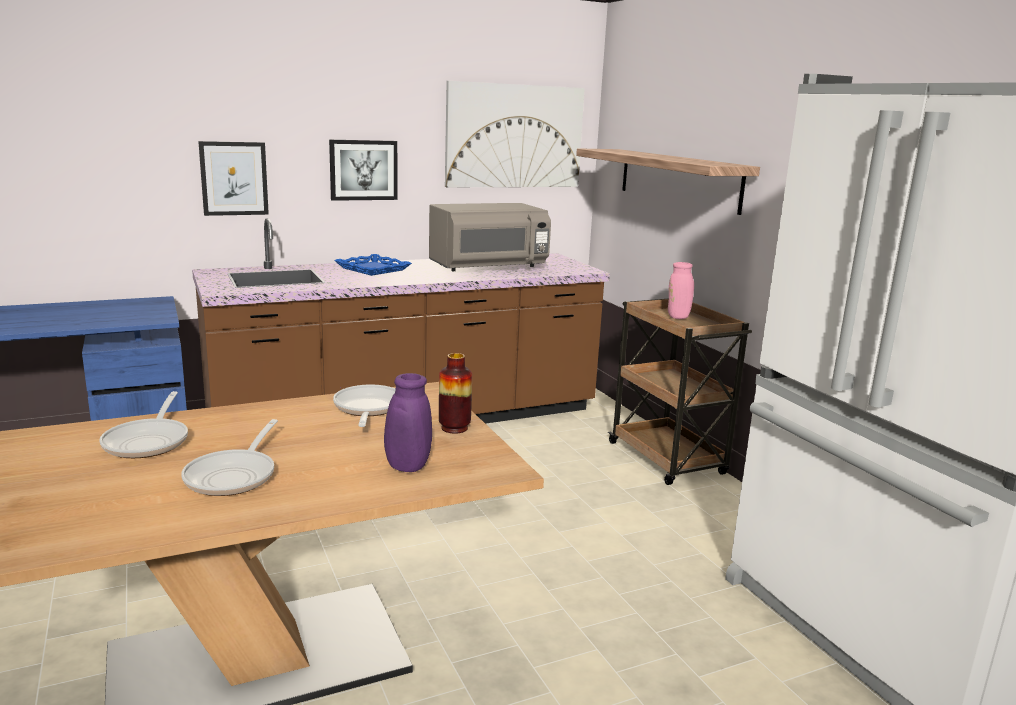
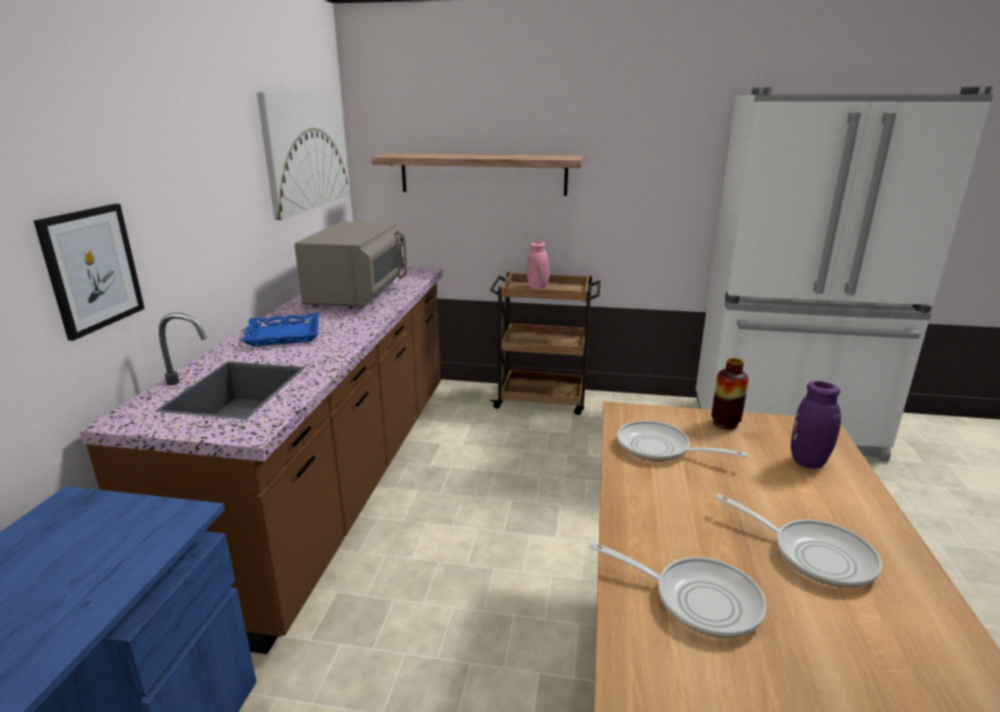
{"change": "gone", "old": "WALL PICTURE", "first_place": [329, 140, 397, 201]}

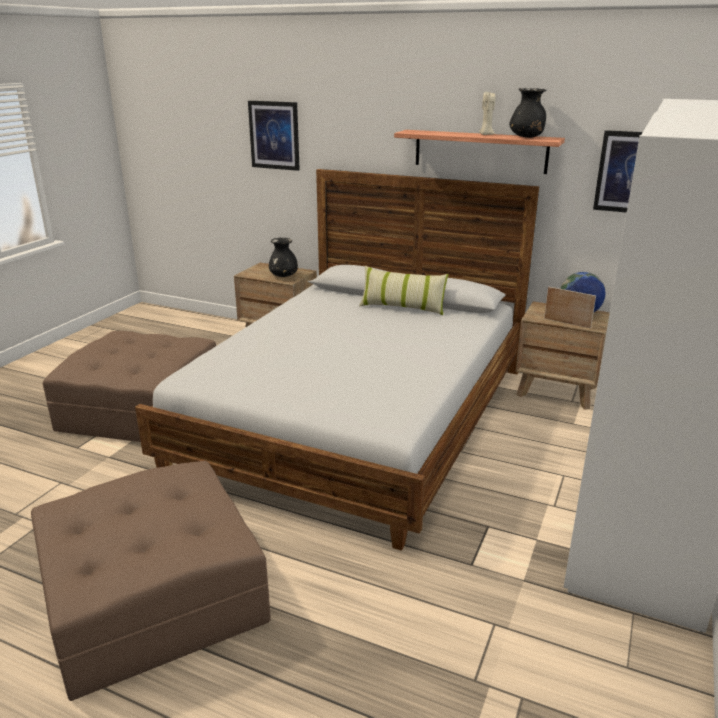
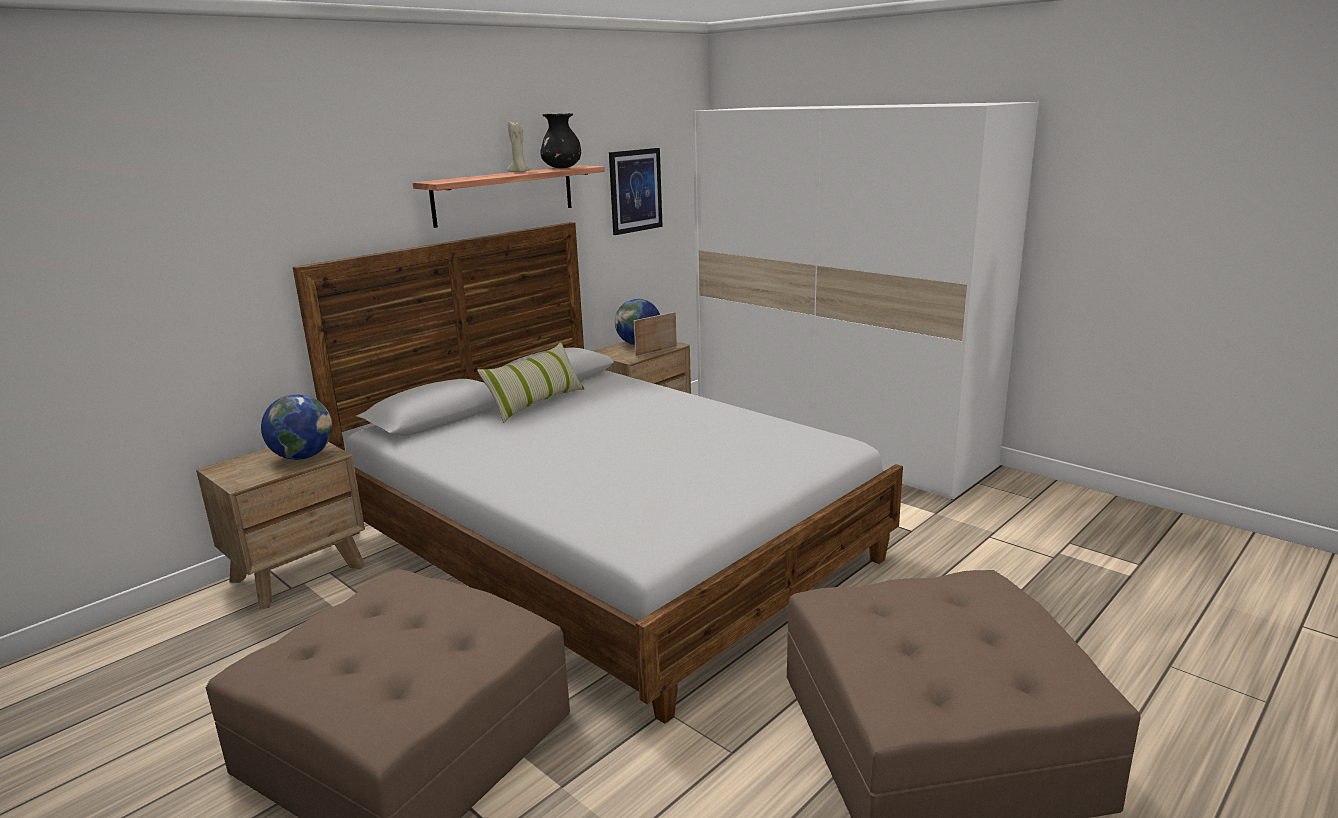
{"change": "swapped", "old": "BLACK-COLOURED VASE", "new": "WORLD GLOBE", "first_place": [269, 238, 298, 277], "second_place": [261, 394, 332, 460]}
{"change": "gone", "old": "WALL PICTURE", "first_place": [248, 101, 300, 171]}

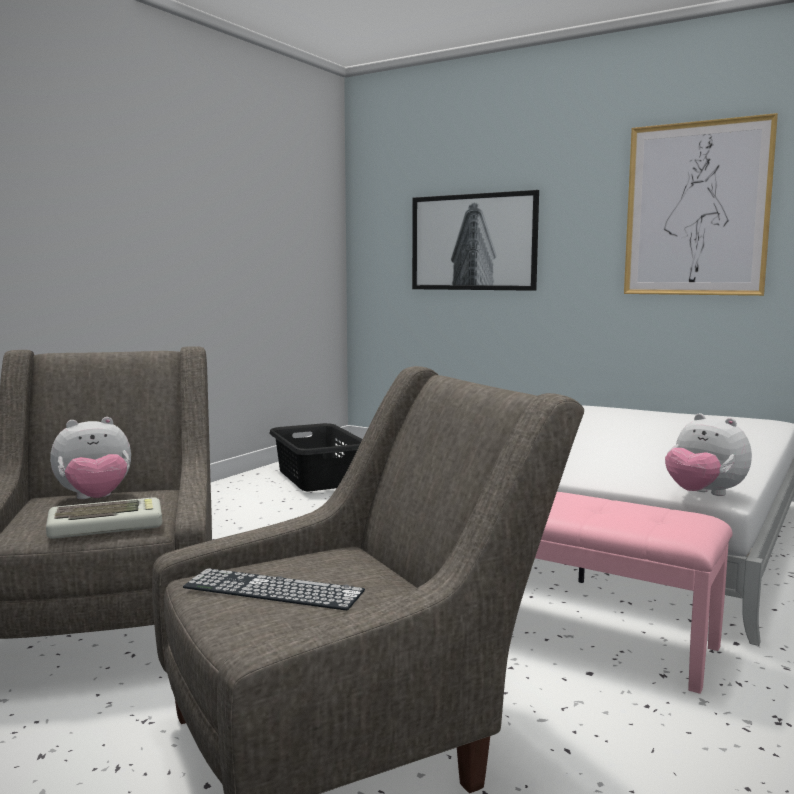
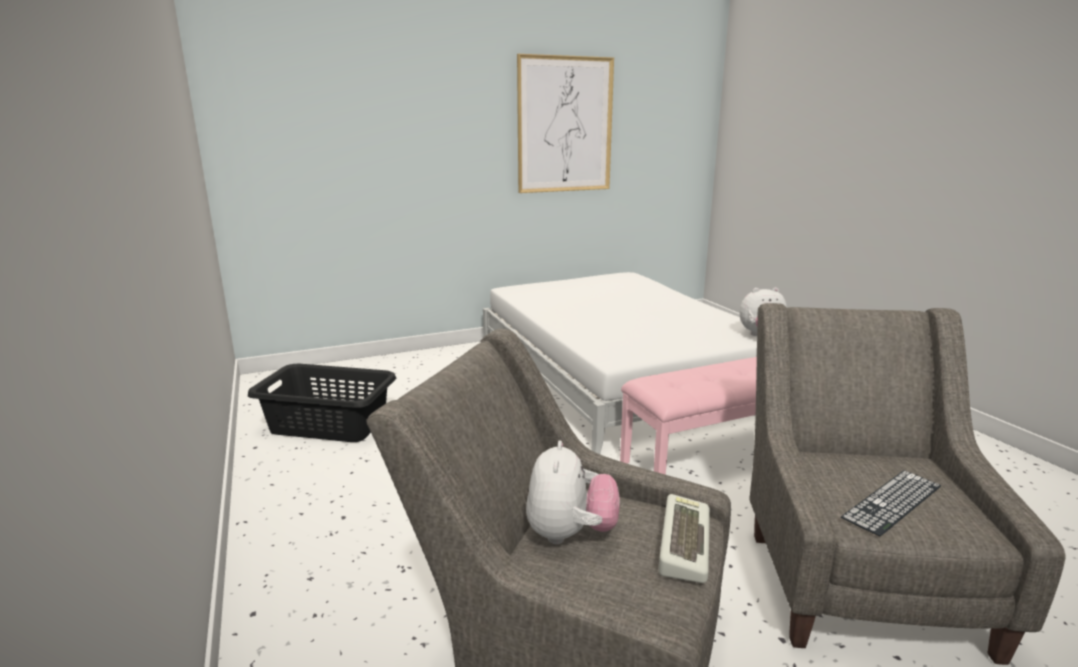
{"change": "gone", "old": "WALL PICTURE", "first_place": [412, 190, 539, 291]}

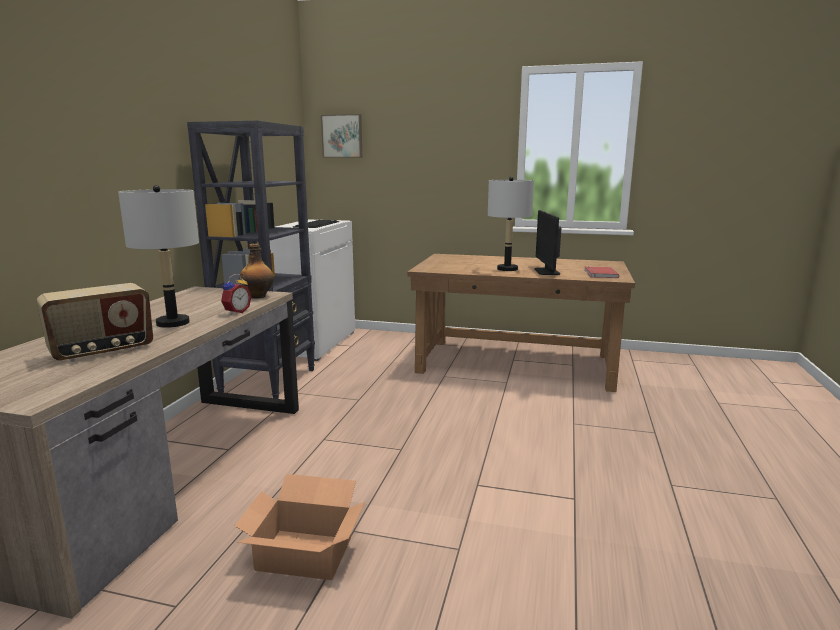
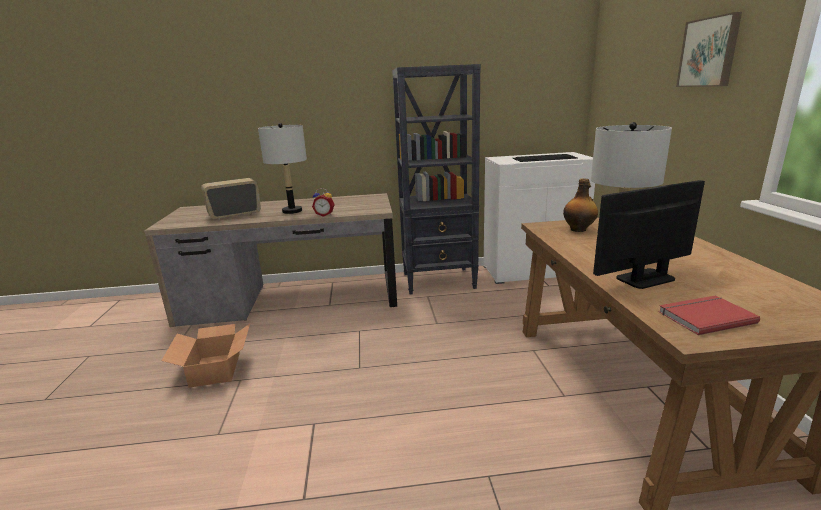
{"change": "rotated", "old": "RADIO SET", "first_place": [36, 283, 153, 362], "second_place": [201, 178, 261, 220], "degrees": 120}
{"change": "shifted", "old": "DRINK BOTTLE", "first_place": [239, 243, 274, 299], "second_place": [563, 178, 598, 232]}
{"change": "shifted", "old": "WALL PICTURE", "first_place": [321, 114, 362, 158], "second_place": [676, 12, 742, 87]}

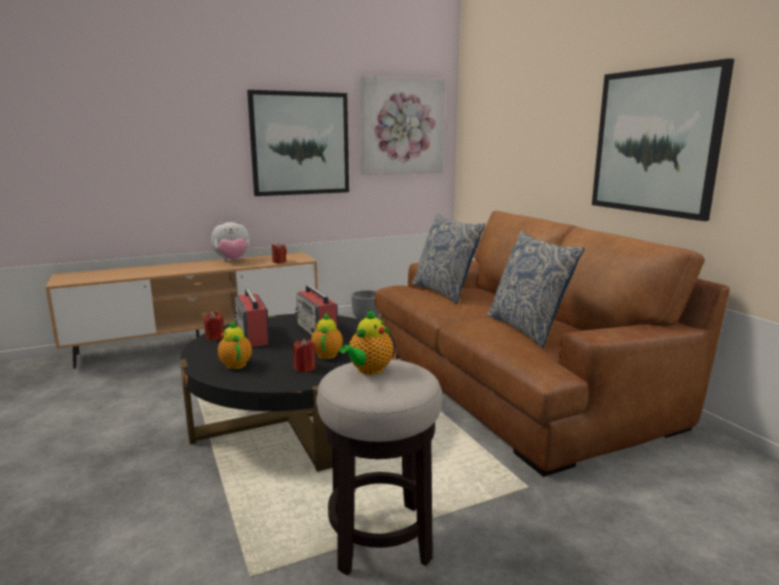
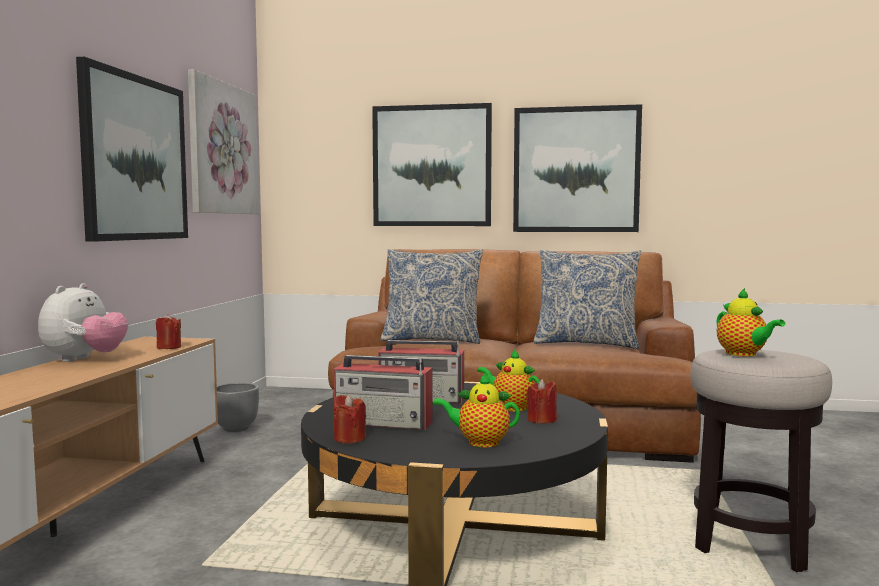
{"change": "new", "new": "WALL PICTURE", "second_place": [372, 103, 492, 226]}

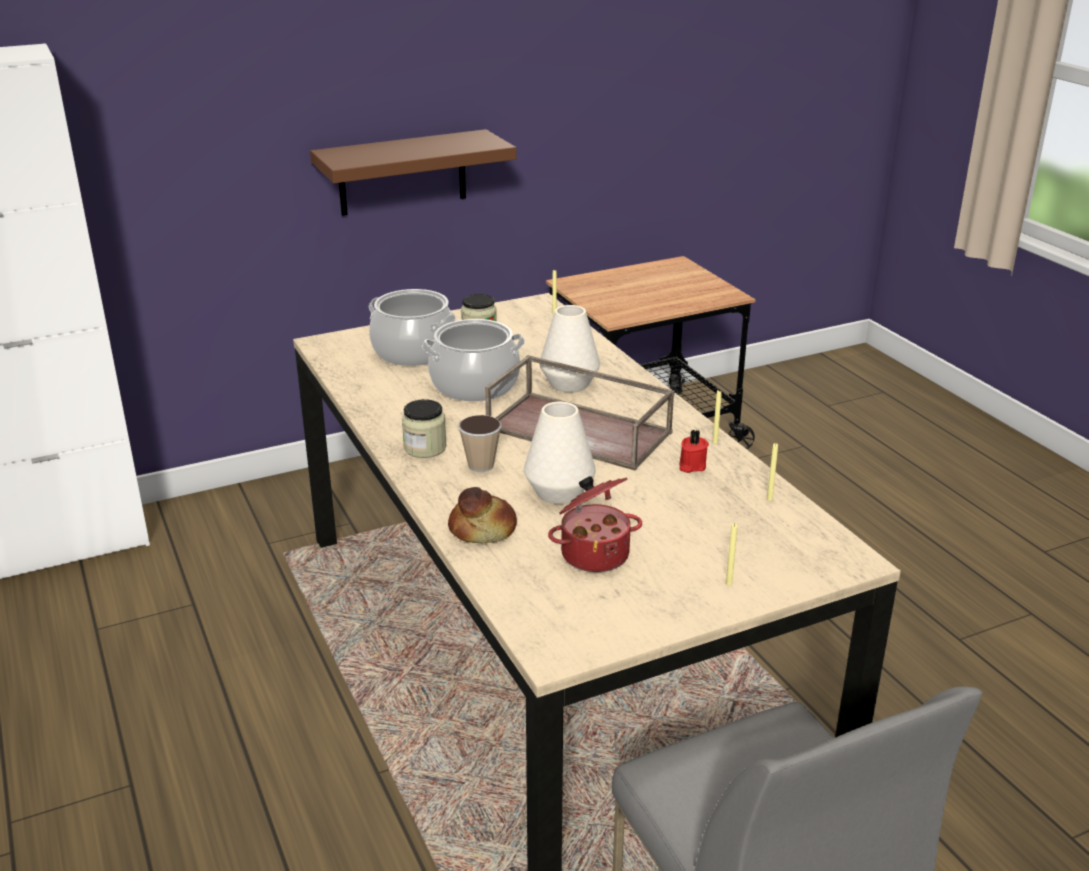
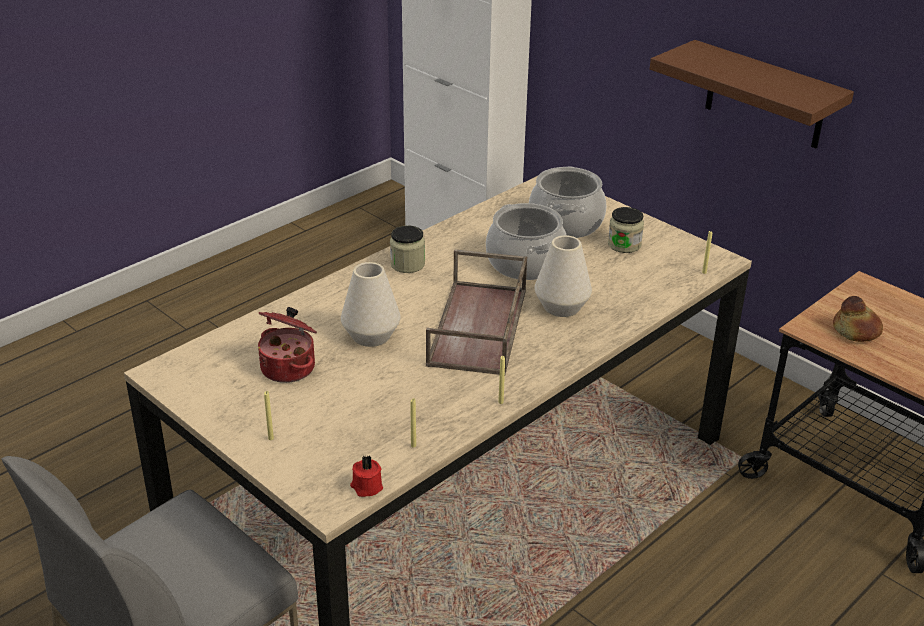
{"change": "shifted", "old": "RED-COLOURED WAX LIGHT", "first_place": [680, 430, 709, 473], "second_place": [350, 455, 383, 497]}
{"change": "shifted", "old": "BAKED BREAD", "first_place": [448, 487, 517, 543], "second_place": [833, 296, 883, 342]}
{"change": "gone", "old": "CUP", "first_place": [458, 415, 502, 472]}

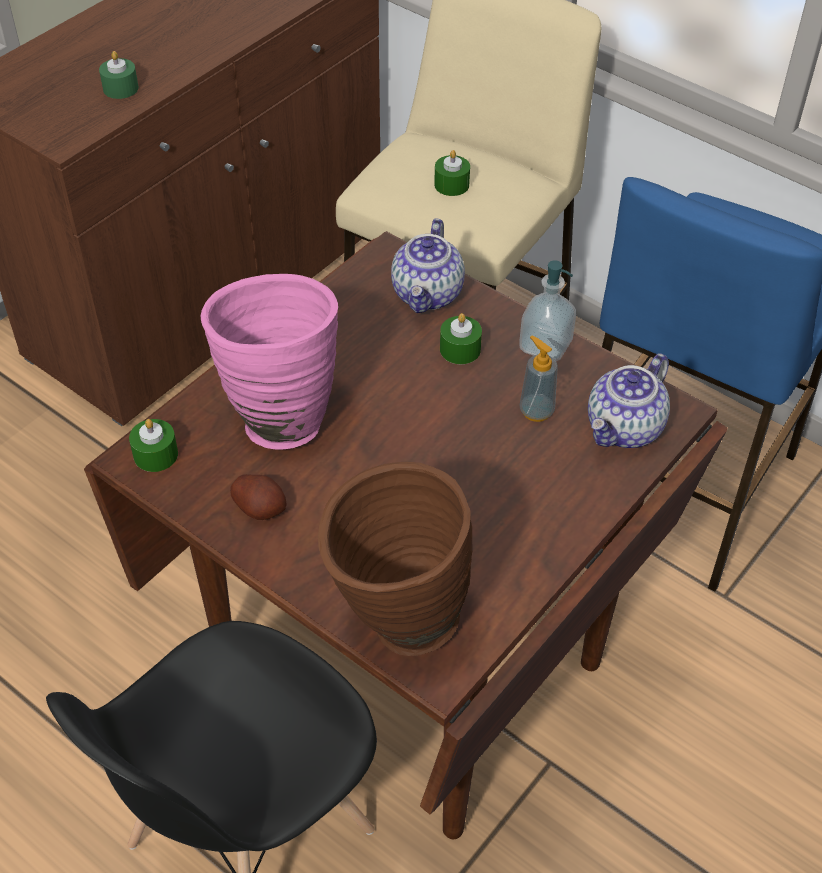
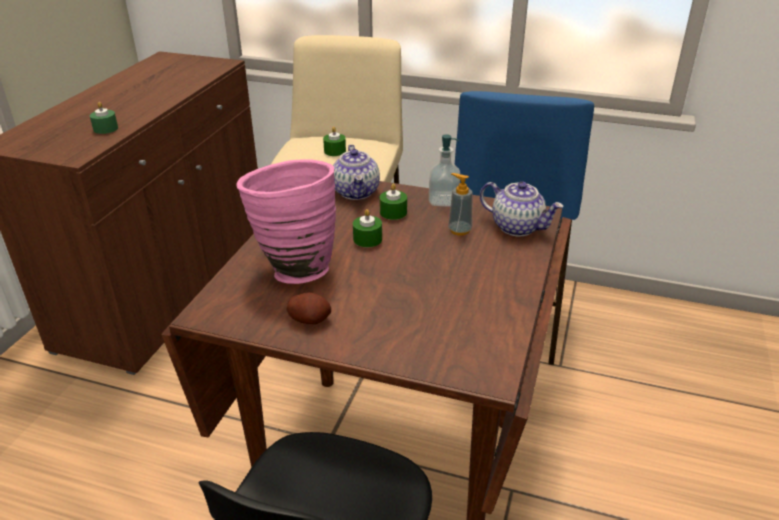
{"change": "shifted", "old": "GREEN-COLOURED WAX LIGHT", "first_place": [129, 419, 178, 472], "second_place": [353, 209, 382, 247]}
{"change": "rotated", "old": "TEAPOT", "first_place": [588, 353, 670, 448], "second_place": [480, 182, 564, 236], "degrees": -75}
{"change": "gone", "old": "BROWN-COLOURED VASE", "first_place": [318, 462, 473, 656]}

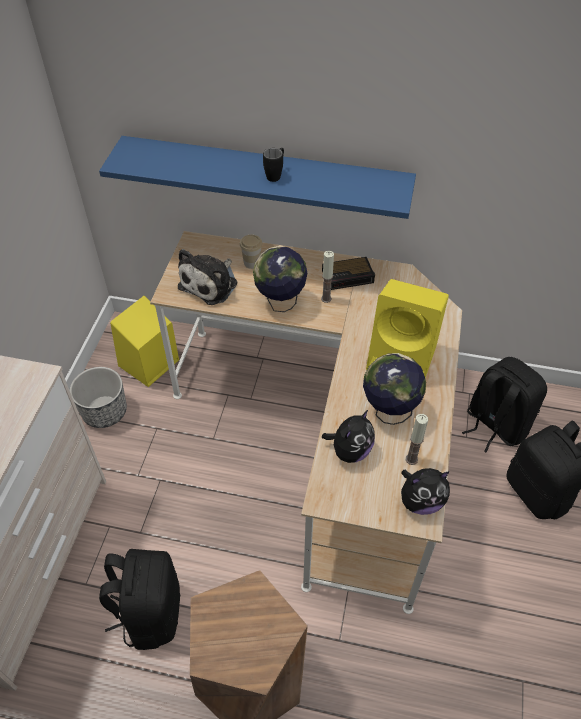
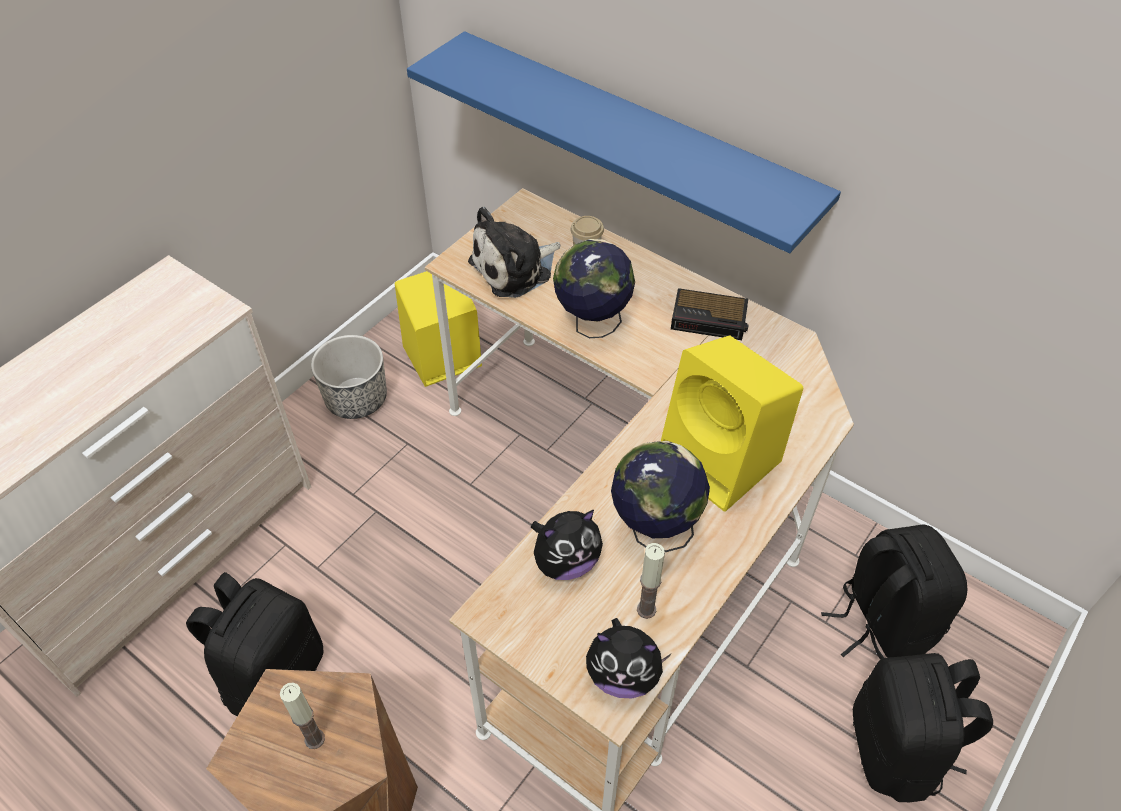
{"change": "shifted", "old": "WAX LIGHT", "first_place": [321, 251, 334, 303], "second_place": [280, 682, 325, 749]}
{"change": "gone", "old": "BLACK-COLOURED TEA MUG", "first_place": [263, 148, 284, 182]}

